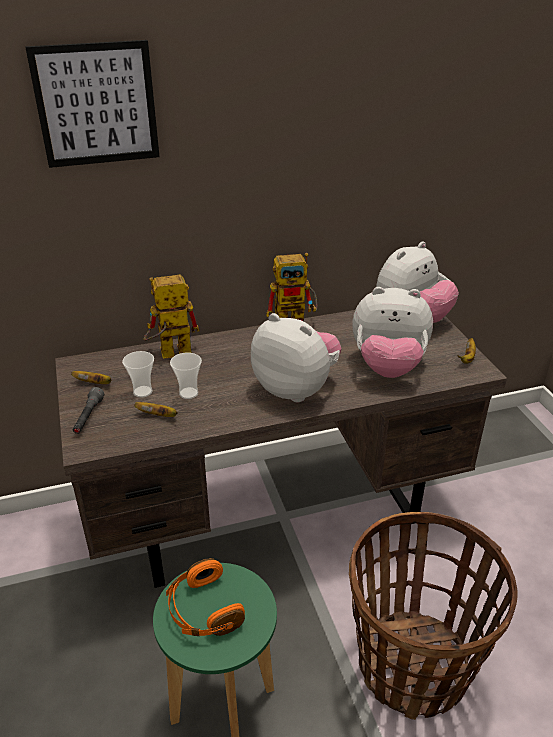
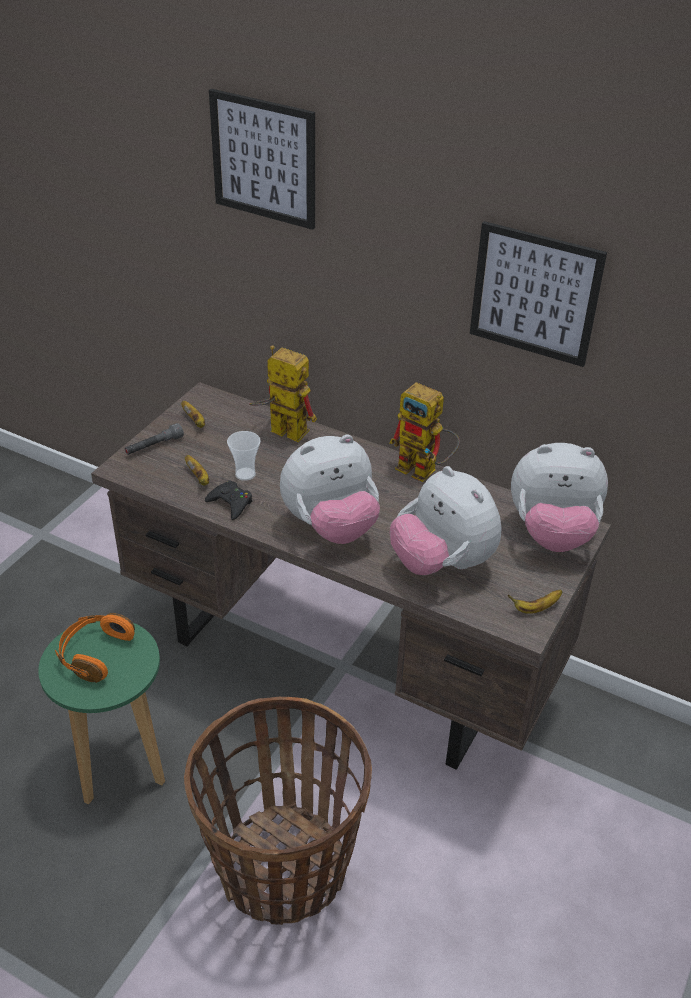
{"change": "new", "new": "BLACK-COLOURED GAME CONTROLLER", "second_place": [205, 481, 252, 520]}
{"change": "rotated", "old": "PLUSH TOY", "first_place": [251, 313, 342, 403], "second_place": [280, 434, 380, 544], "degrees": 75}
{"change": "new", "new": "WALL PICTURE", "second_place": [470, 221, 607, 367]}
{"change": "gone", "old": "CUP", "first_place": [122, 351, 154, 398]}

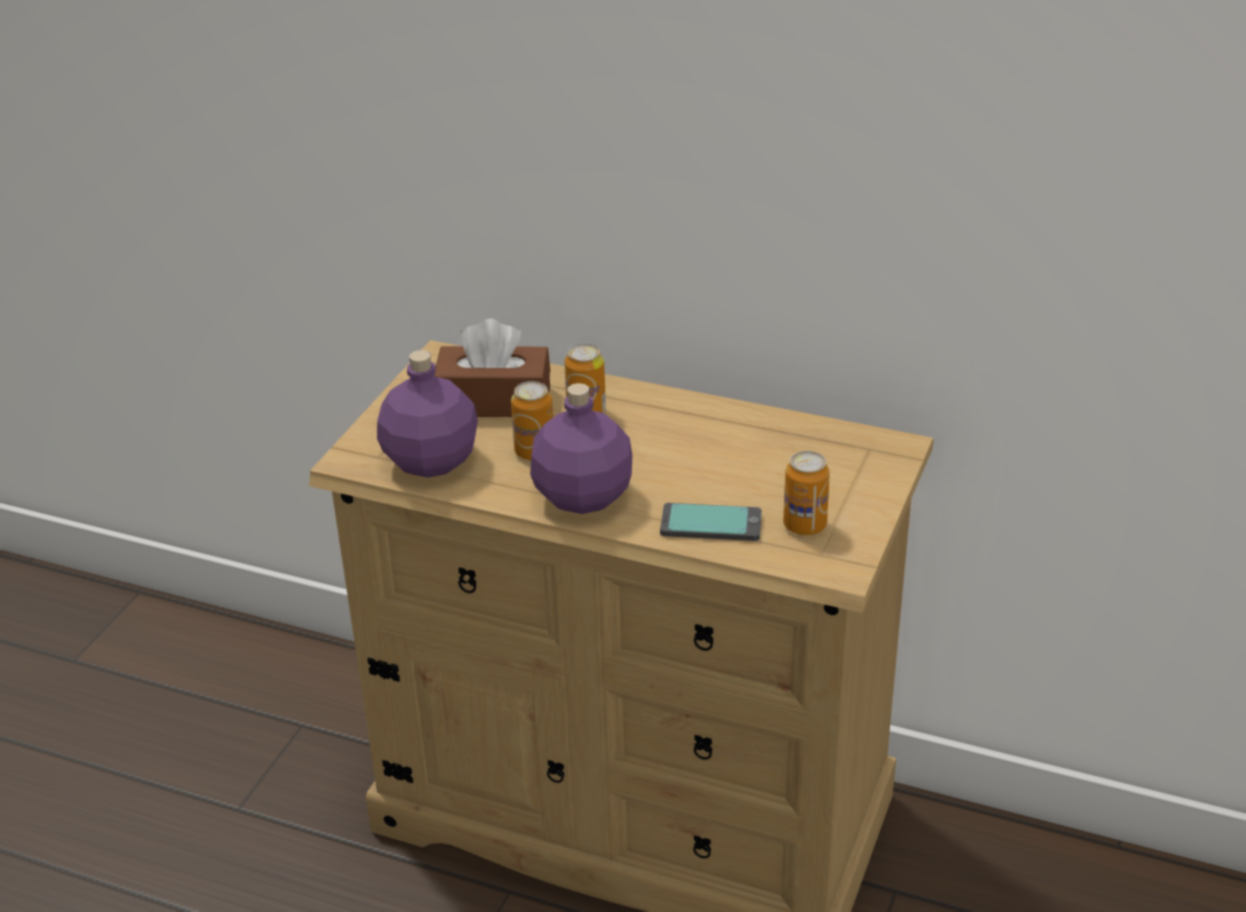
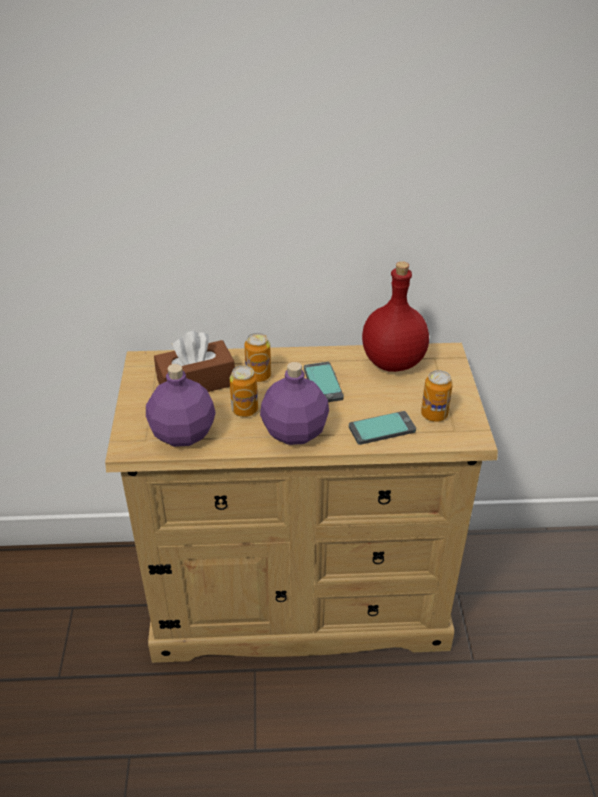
{"change": "new", "new": "PHONE", "second_place": [304, 362, 344, 402]}
{"change": "new", "new": "RED-COLOURED DRINK BOTTLE", "second_place": [362, 261, 429, 372]}

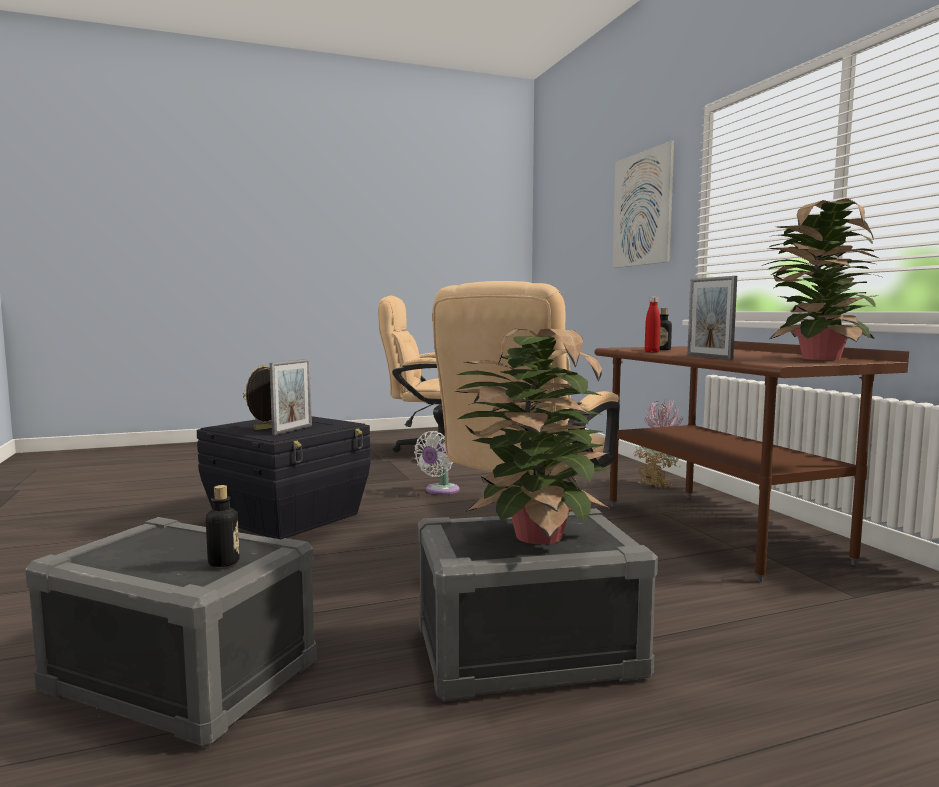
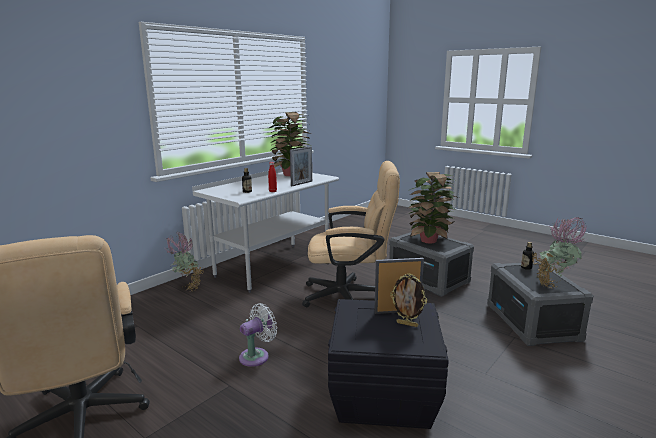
{"change": "repainted", "old": "BROWN-COLOURED DESK TABLE", "new": "WHITE-COLOURED DESK TABLE", "first_place": [595, 341, 909, 582], "second_place": [192, 168, 339, 293]}
{"change": "rotated", "old": "WHITE-COLOURED COOLING FAN", "first_place": [414, 431, 459, 495], "second_place": [239, 303, 277, 367], "degrees": -45}
{"change": "new", "new": "POTTED PLANT", "second_place": [532, 217, 587, 288]}
{"change": "gone", "old": "WALL PICTURE", "first_place": [613, 141, 674, 268]}

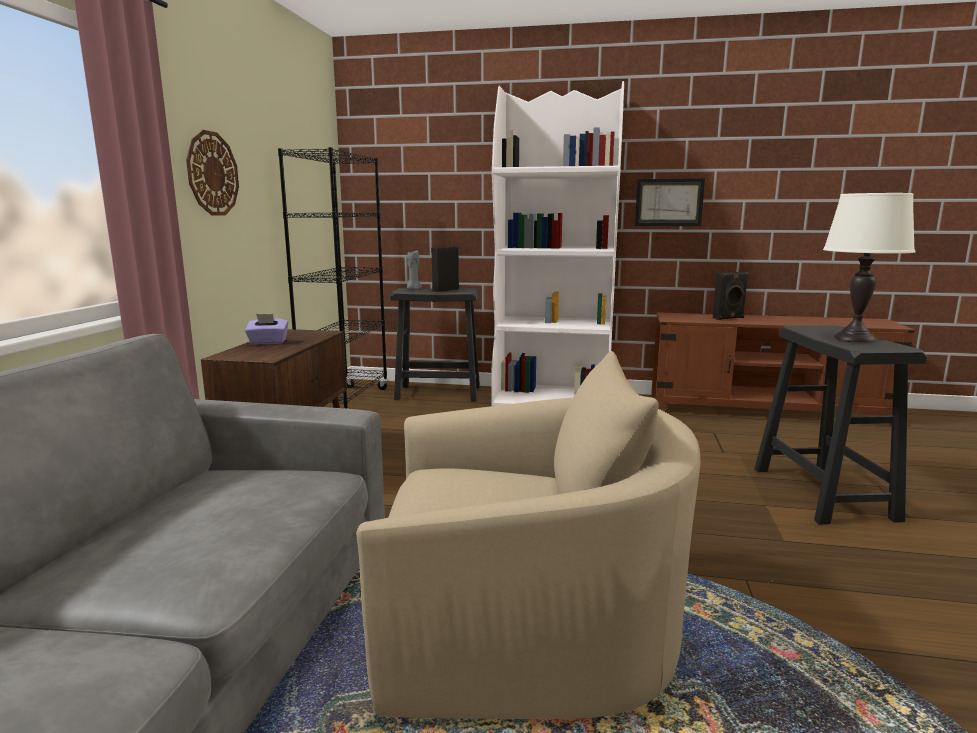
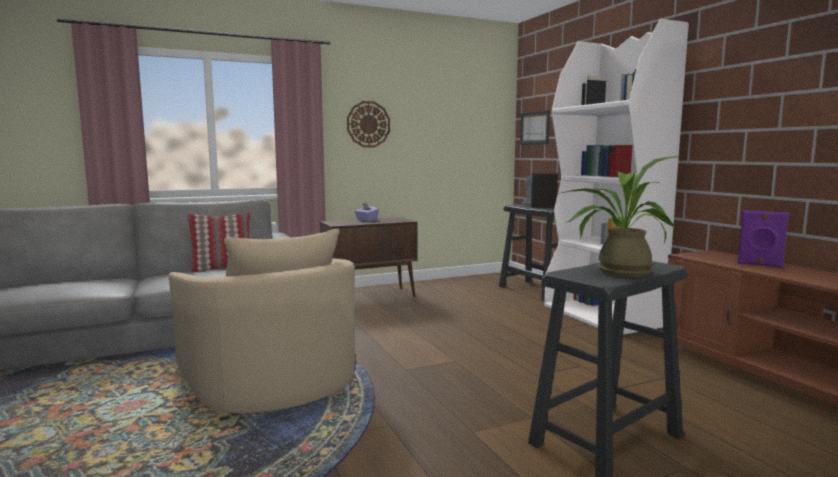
{"change": "new", "new": "CUSHION", "second_place": [187, 212, 250, 273]}
{"change": "shifted", "old": "WALL PICTURE", "first_place": [635, 178, 705, 226], "second_place": [520, 110, 550, 145]}
{"change": "swapped", "old": "WHITE-COLOURED LAMP FOR A TABLE", "new": "POTTED PLANT", "first_place": [823, 193, 915, 342], "second_place": [557, 156, 683, 277]}
{"change": "repainted", "old": "BLACK-COLOURED AUDIO SPEAKER", "new": "PURPLISH AUDIO SPEAKER", "first_place": [713, 272, 749, 320], "second_place": [737, 210, 789, 268]}
{"change": "gone", "old": "BLACK-COLOURED BOOKCASE", "first_place": [278, 147, 388, 409]}

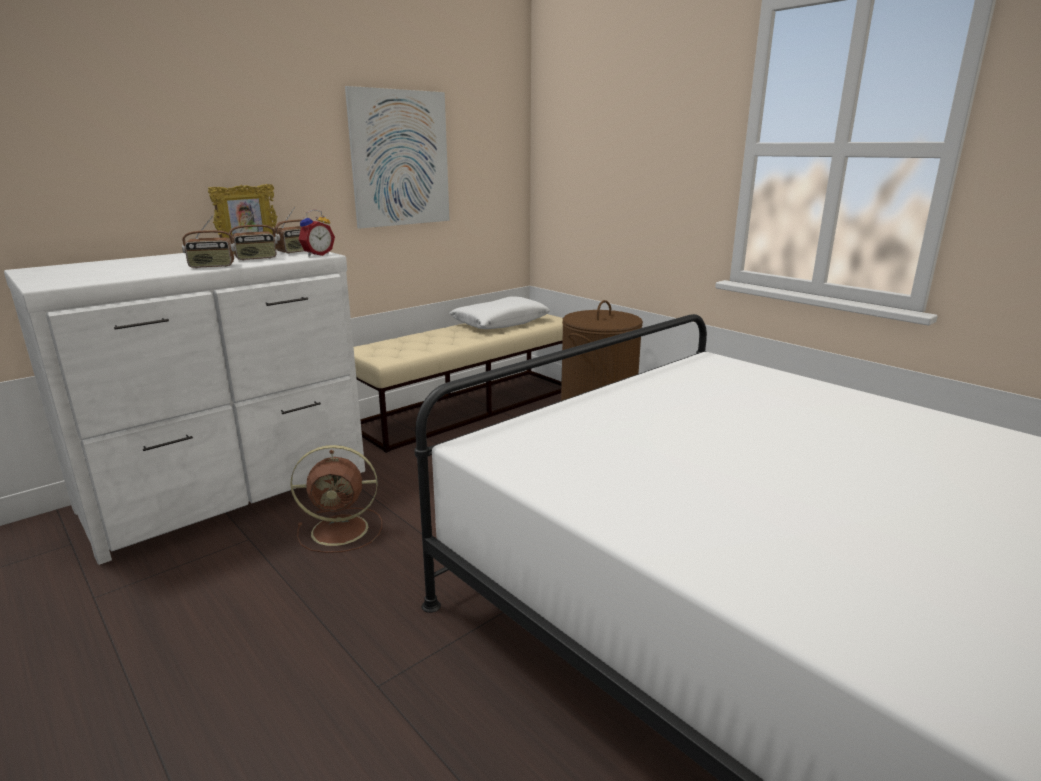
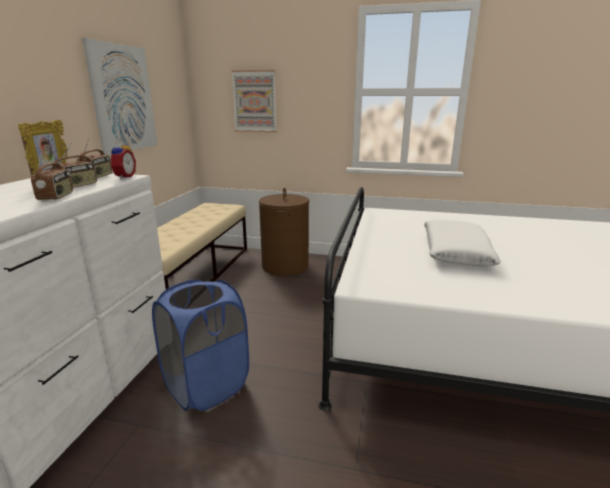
{"change": "rotated", "old": "RADIO SET", "first_place": [182, 215, 236, 268], "second_place": [31, 151, 73, 201], "degrees": -45}
{"change": "swapped", "old": "BROWN-COLOURED COOLING FAN", "new": "BLUISH HAMPER", "first_place": [290, 445, 382, 553], "second_place": [152, 280, 249, 411]}
{"change": "new", "new": "WALL PICTURE", "second_place": [232, 70, 277, 132]}
{"change": "shifted", "old": "WHITE-COLOURED CUSHION", "first_place": [450, 296, 550, 329], "second_place": [424, 220, 501, 266]}

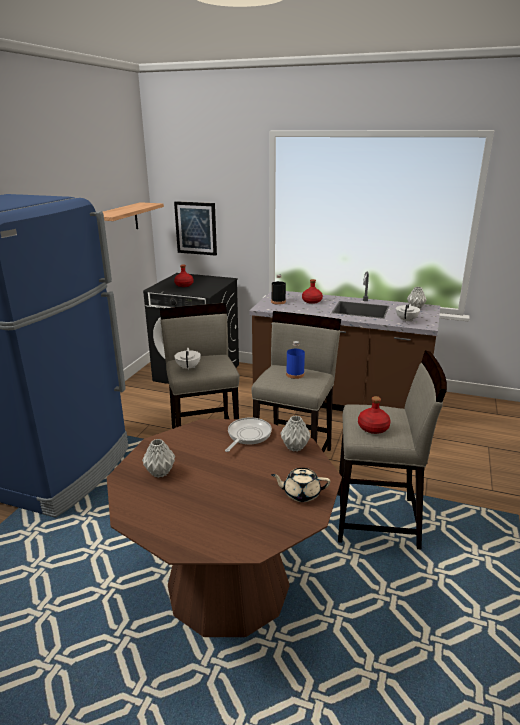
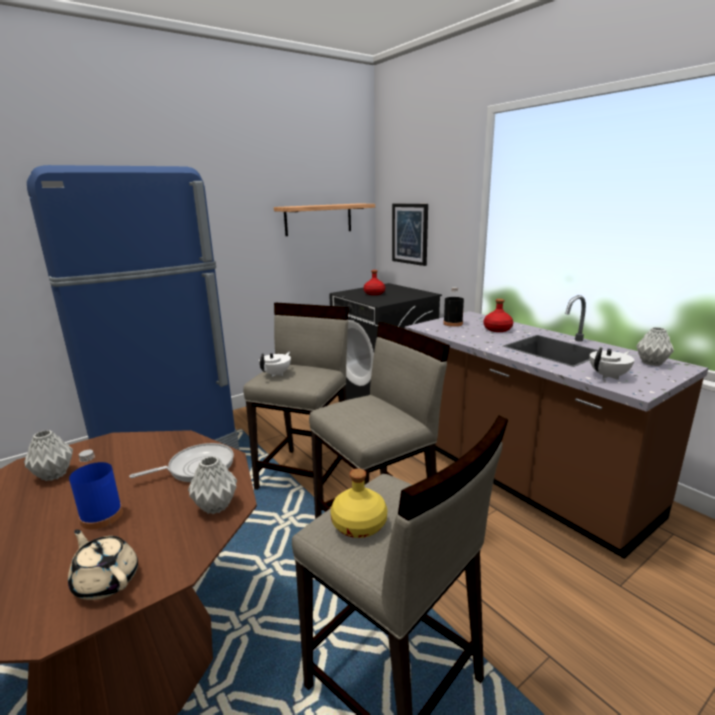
{"change": "shifted", "old": "BLUISH DRINK BOTTLE", "first_place": [286, 341, 305, 379], "second_place": [69, 450, 123, 529]}
{"change": "repainted", "old": "RED-COLOURED DRINK BOTTLE", "new": "YELLOWISH DRINK BOTTLE", "first_place": [358, 396, 391, 434], "second_place": [330, 468, 387, 538]}

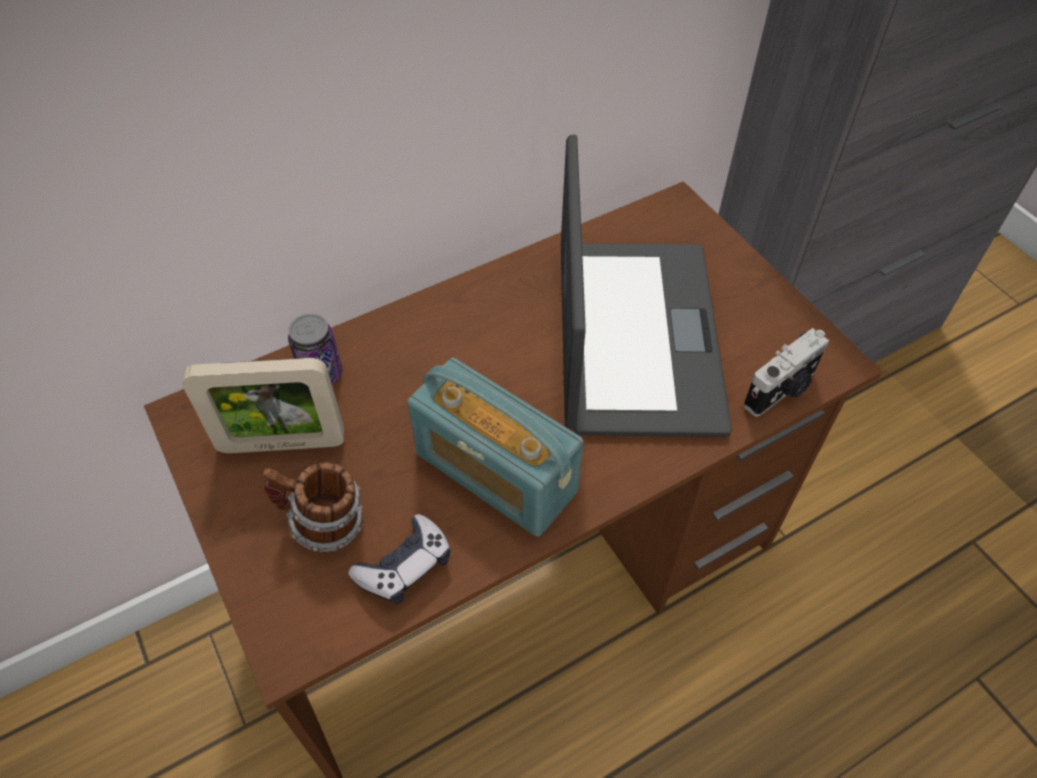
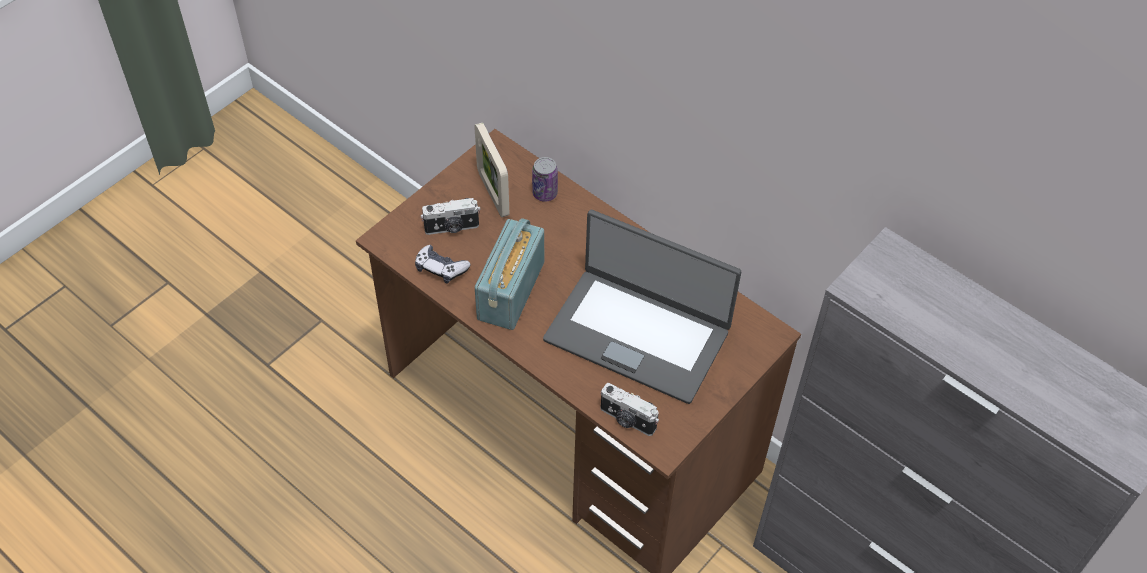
{"change": "swapped", "old": "TEA MUG", "new": "PHOTO CAMERA", "first_place": [263, 462, 363, 553], "second_place": [421, 198, 480, 235]}
{"change": "rotated", "old": "PORTABLE COMPUTER", "first_place": [561, 135, 732, 437], "second_place": [543, 210, 741, 404], "degrees": 45}

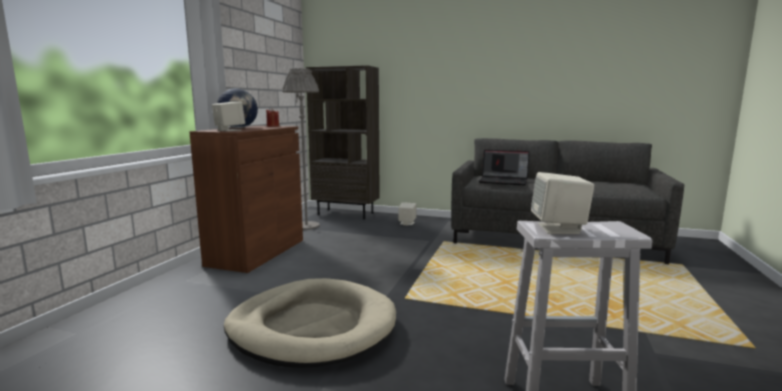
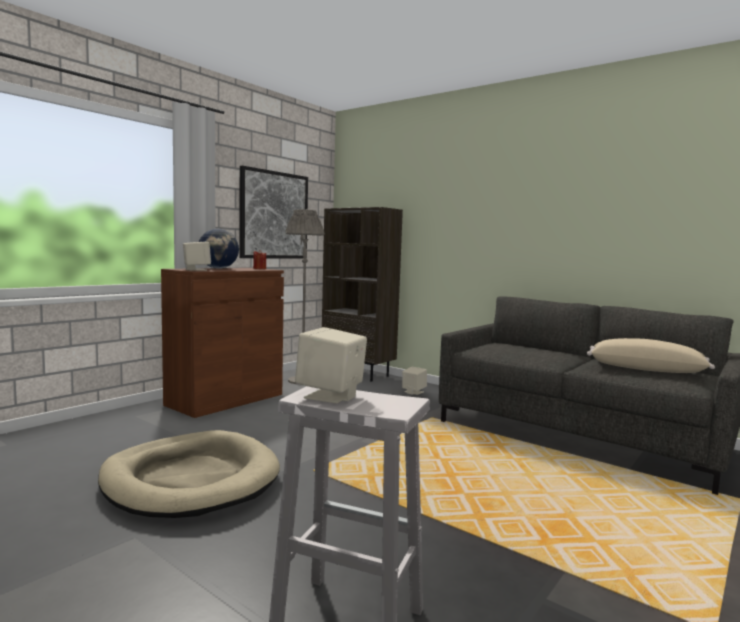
{"change": "new", "new": "WALL PICTURE", "second_place": [239, 166, 308, 259]}
{"change": "new", "new": "BEIGE-COLOURED CUSHION", "second_place": [587, 338, 715, 373]}
{"change": "gone", "old": "PORTABLE COMPUTER", "first_place": [478, 150, 530, 185]}

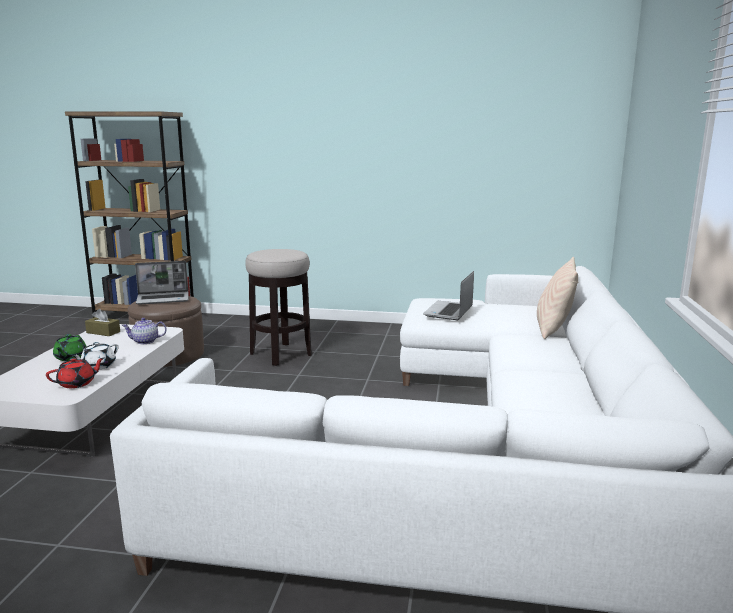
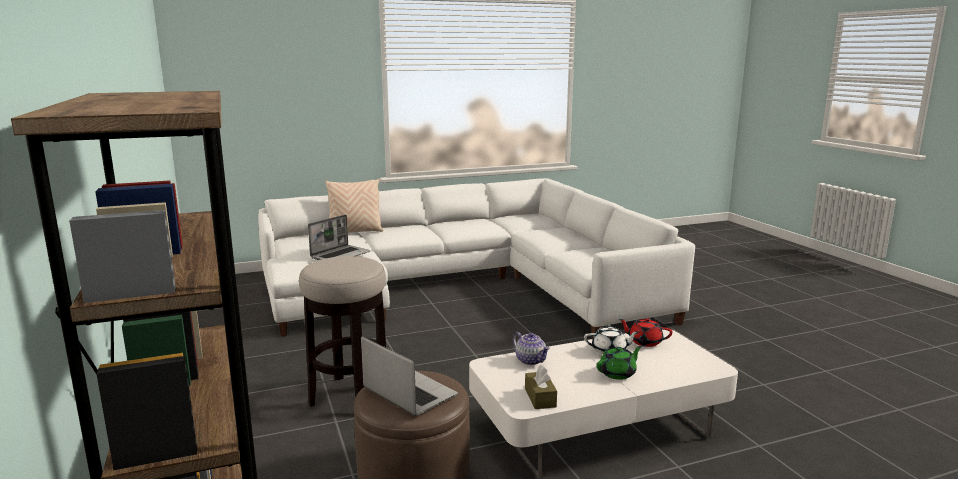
{"change": "rotated", "old": "PORTABLE COMPUTER", "first_place": [423, 271, 474, 320], "second_place": [308, 215, 370, 260], "degrees": -45}

